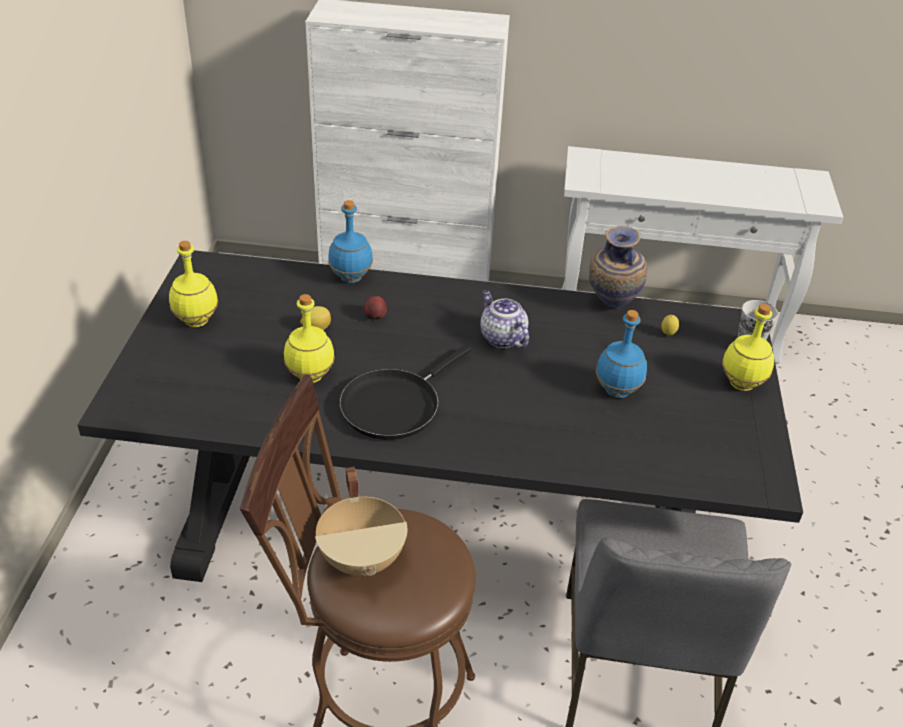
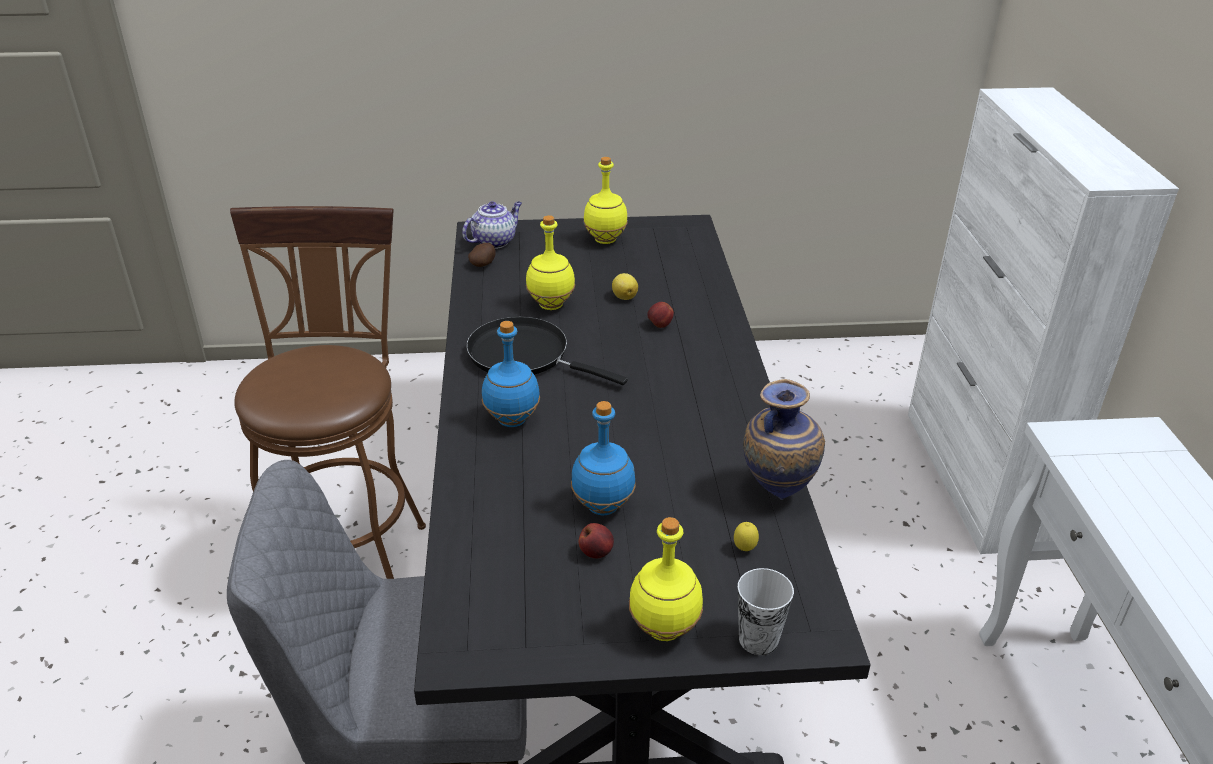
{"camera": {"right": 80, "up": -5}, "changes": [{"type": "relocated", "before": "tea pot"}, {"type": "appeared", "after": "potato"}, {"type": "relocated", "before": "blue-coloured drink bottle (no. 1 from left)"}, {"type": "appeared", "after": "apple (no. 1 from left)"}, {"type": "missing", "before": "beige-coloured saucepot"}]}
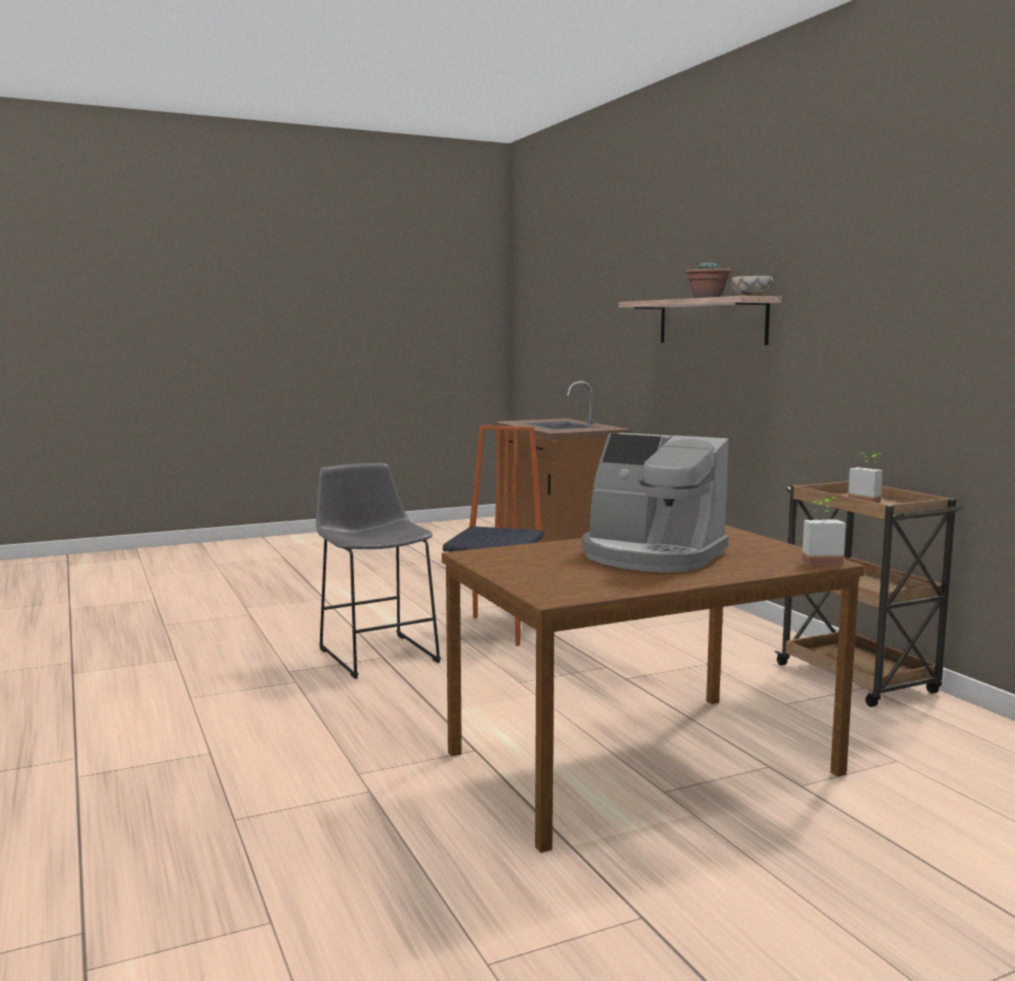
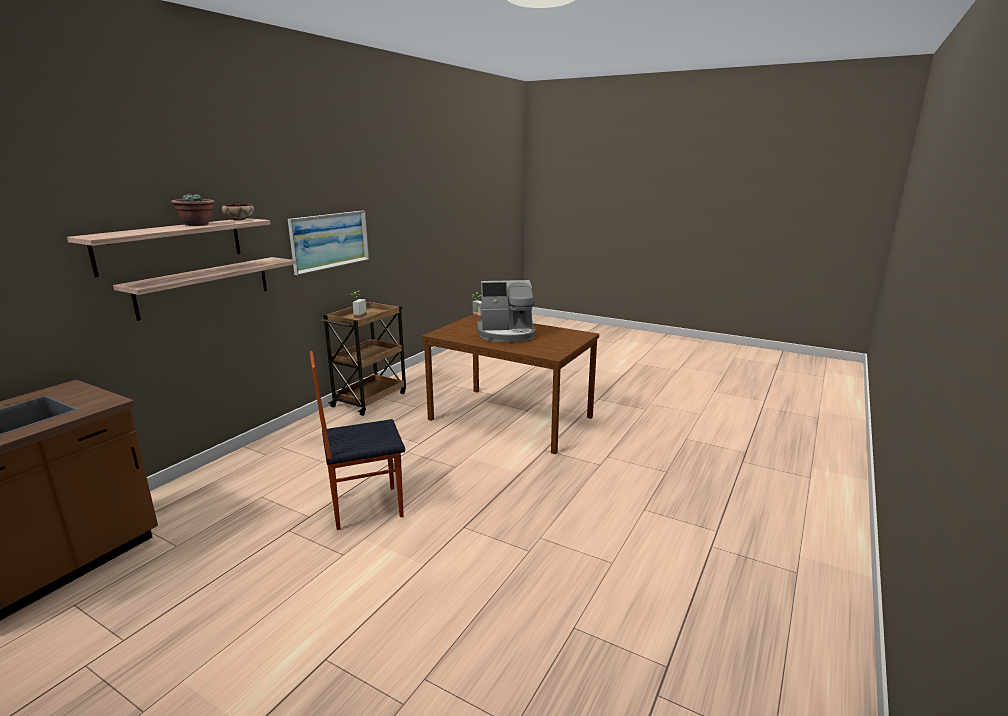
{"camera": {"right": -125, "up": 10}, "changes": [{"type": "appeared", "after": "wall shelf (no. 2 from left)"}, {"type": "appeared", "after": "wall art"}, {"type": "spun", "before": "coffee maker", "turn": 90}, {"type": "missing", "before": "gray sitting stool"}]}
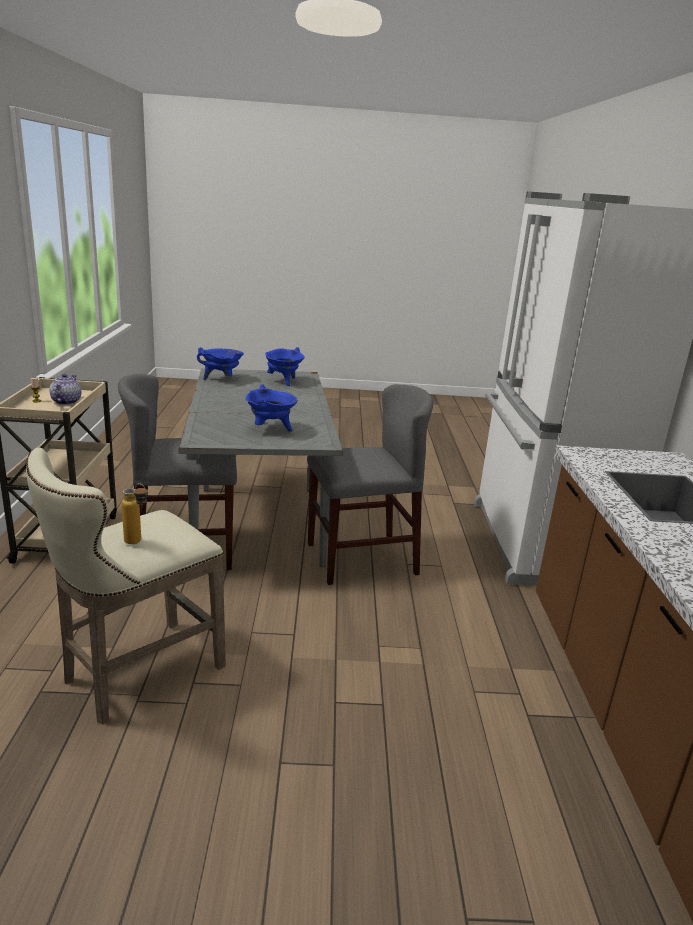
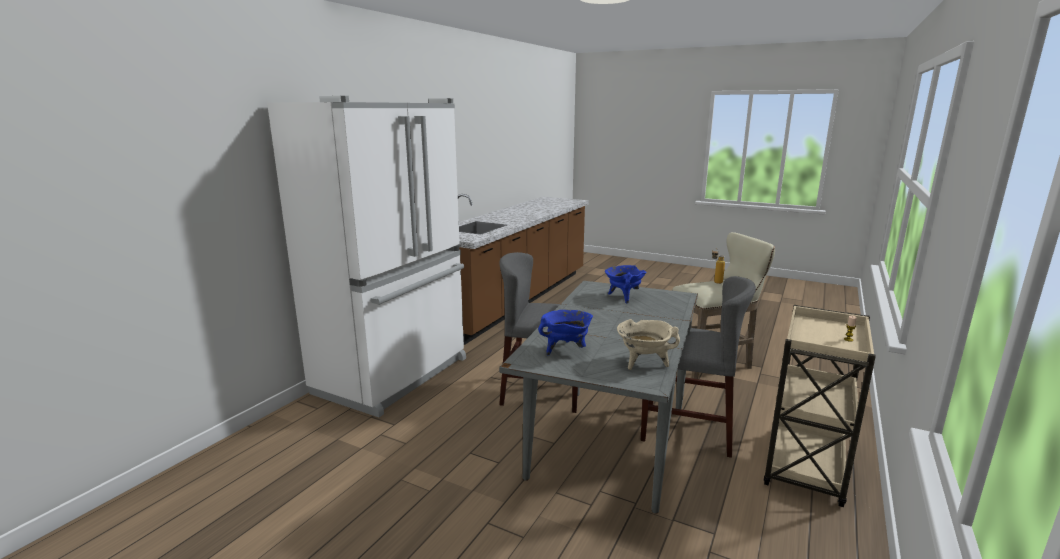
{"camera": {"right": -150, "up": -5}, "changes": [{"type": "colour", "before": "blue-coloured saucepot (no. 1 from left)", "after": "beige-coloured saucepot"}, {"type": "missing", "before": "tea pot"}]}
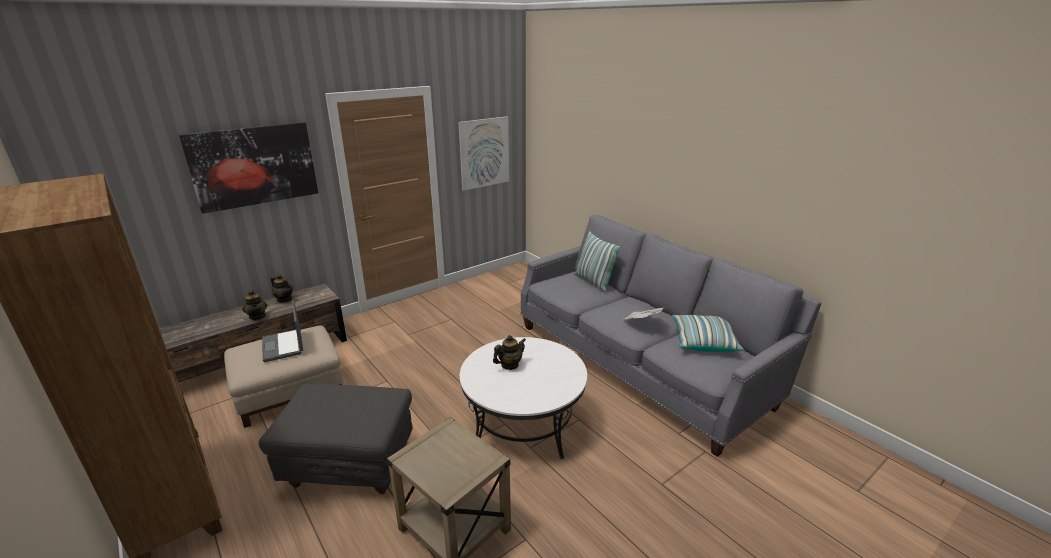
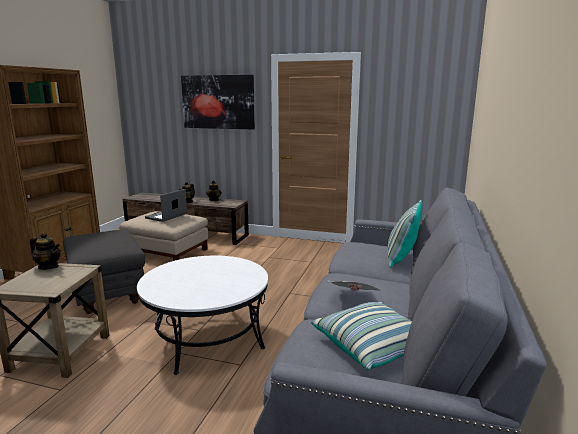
{"camera": {"right": 55, "up": -10}, "changes": [{"type": "relocated", "before": "tea pot (no. 3 from left in the first image)", "after": "tea pot (no. 1 from left)"}, {"type": "missing", "before": "wall art (no. 2 from left)"}]}
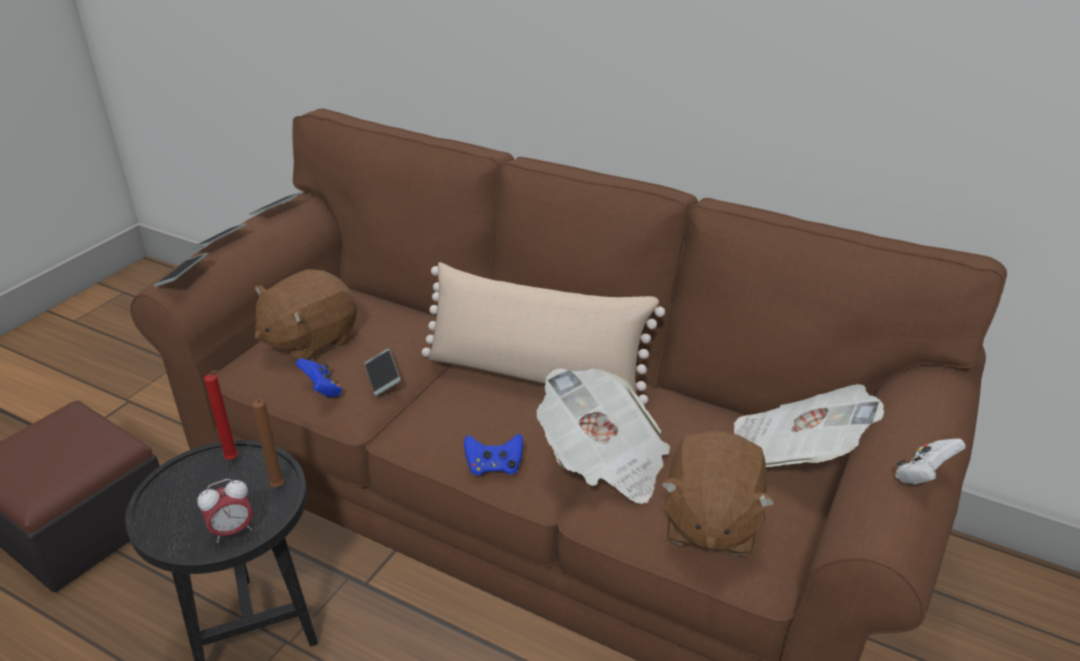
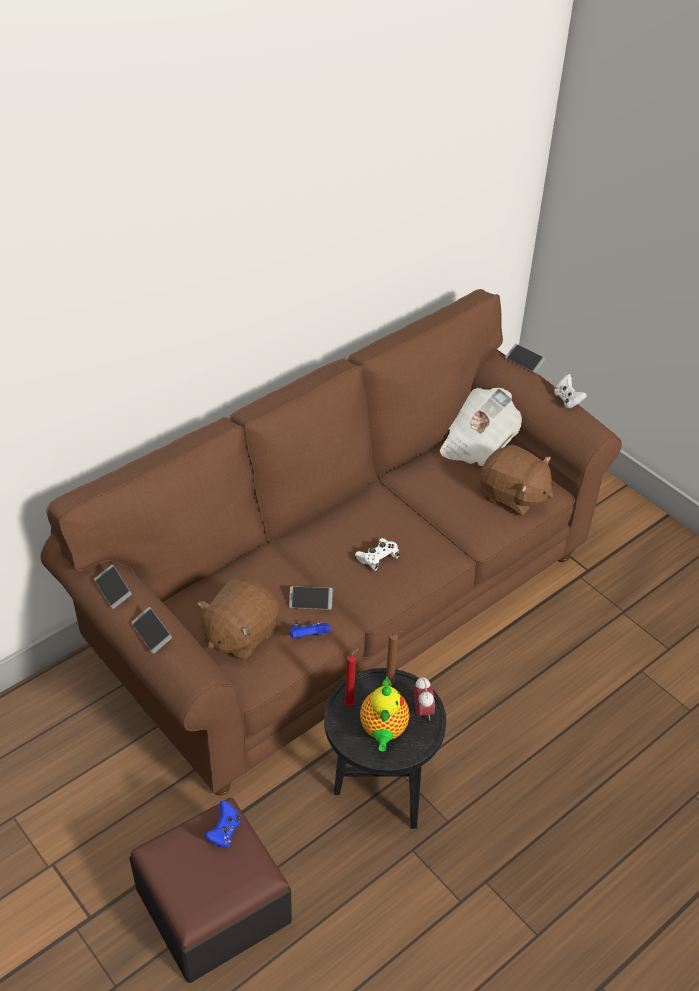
{"camera": {"right": -70, "up": 10}, "changes": [{"type": "spun", "before": "brown-coloured plush toy (no. 1 from left)", "turn": 60}, {"type": "relocated", "before": "blue-coloured game controller (no. 2 from left in the first image)", "after": "blue-coloured game controller (no. 1 from left)"}, {"type": "appeared", "after": "white game controller (no. 1 from left)"}, {"type": "appeared", "after": "tea pot"}, {"type": "relocated", "before": "telephone (no. 1 from left in the first image)", "after": "telephone (no. 4 from left)"}, {"type": "missing", "before": "beige-coloured throw pillow"}, {"type": "missing", "before": "daily paper (no. 1 from left)"}]}
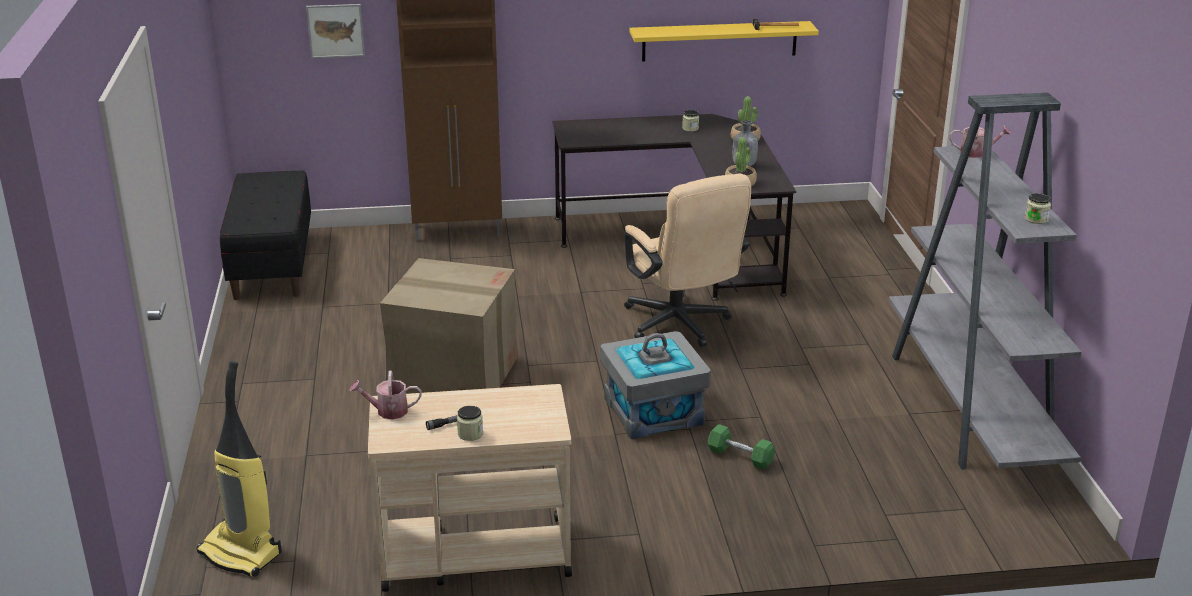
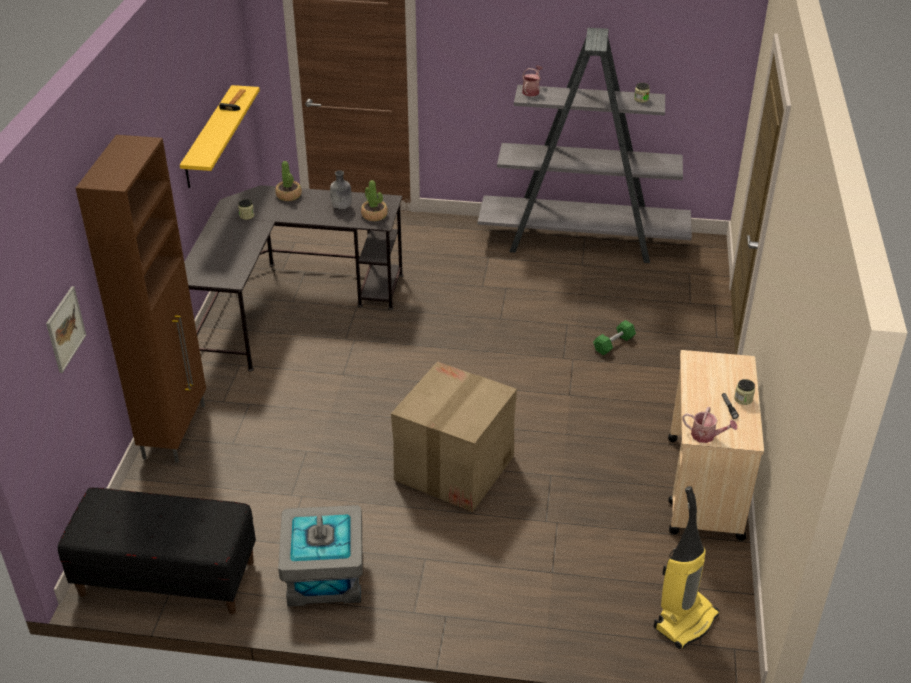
{"camera": {"right": -75, "up": 10}, "changes": [{"type": "relocated", "before": "gray storage bin"}, {"type": "spun", "before": "watering can (no. 1 from left in the first image)", "turn": -75}, {"type": "missing", "before": "beige-coloured computer chair"}]}
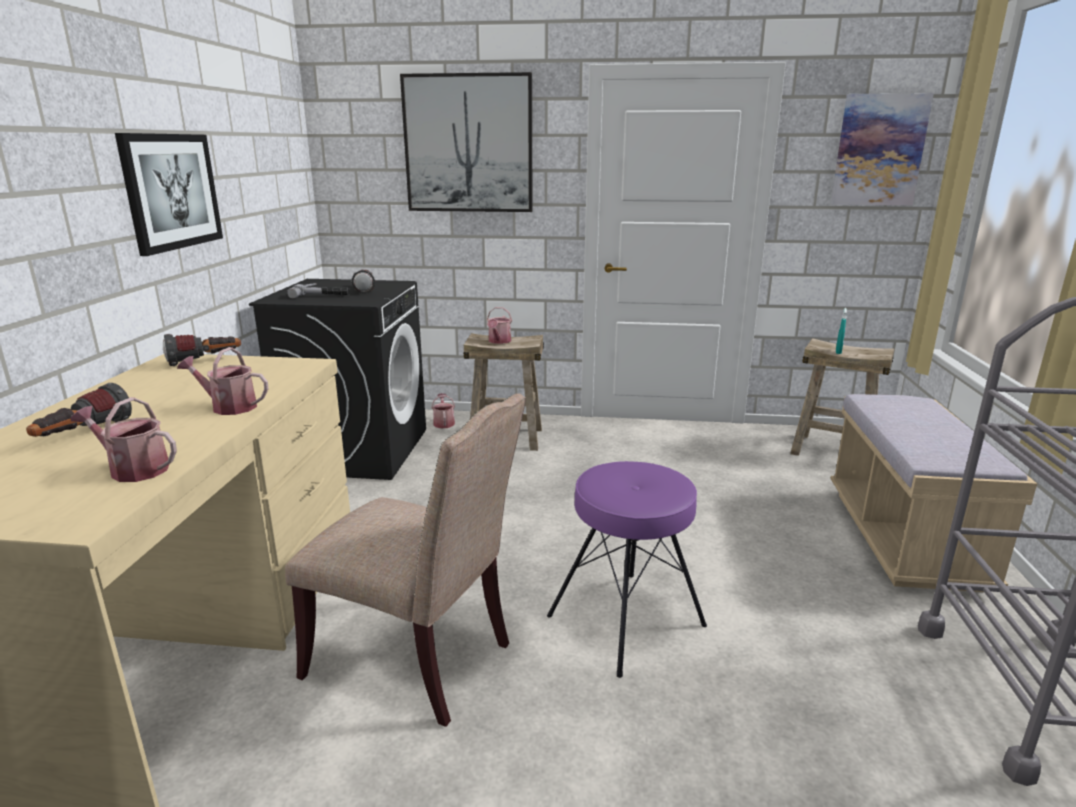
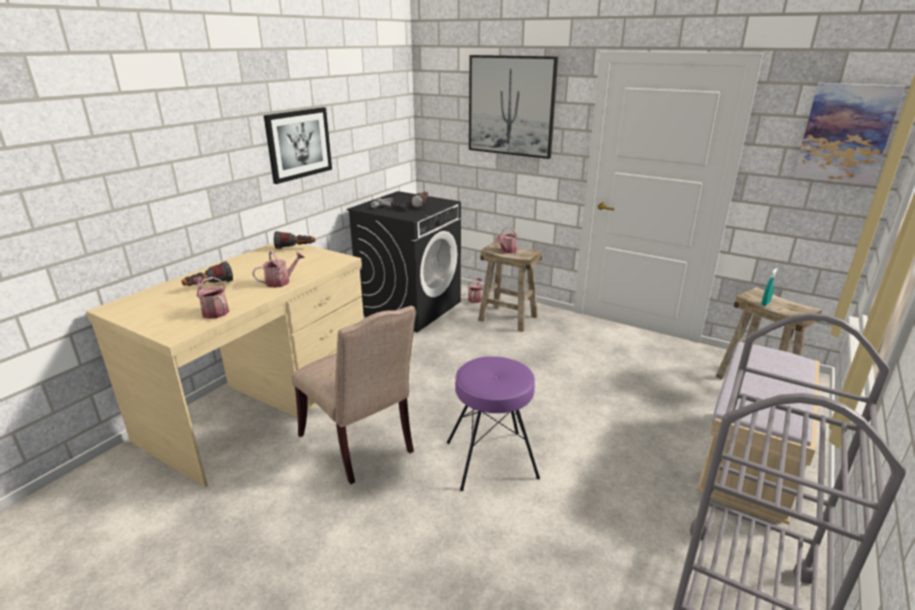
{"camera": {"right": 25, "up": 5}, "changes": [{"type": "spun", "before": "watering can (no. 2 from left)", "turn": 105}]}
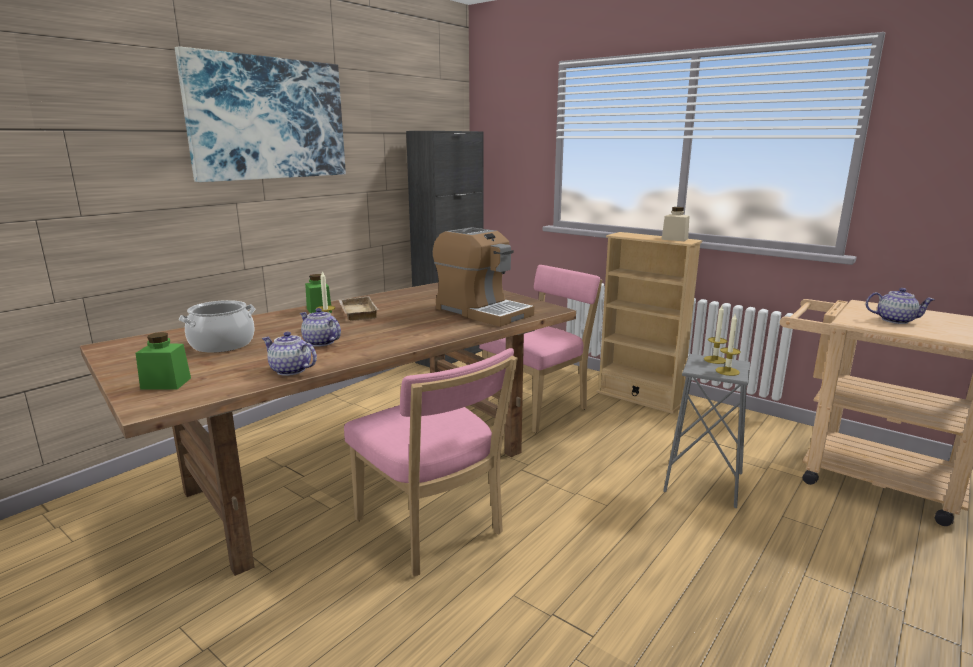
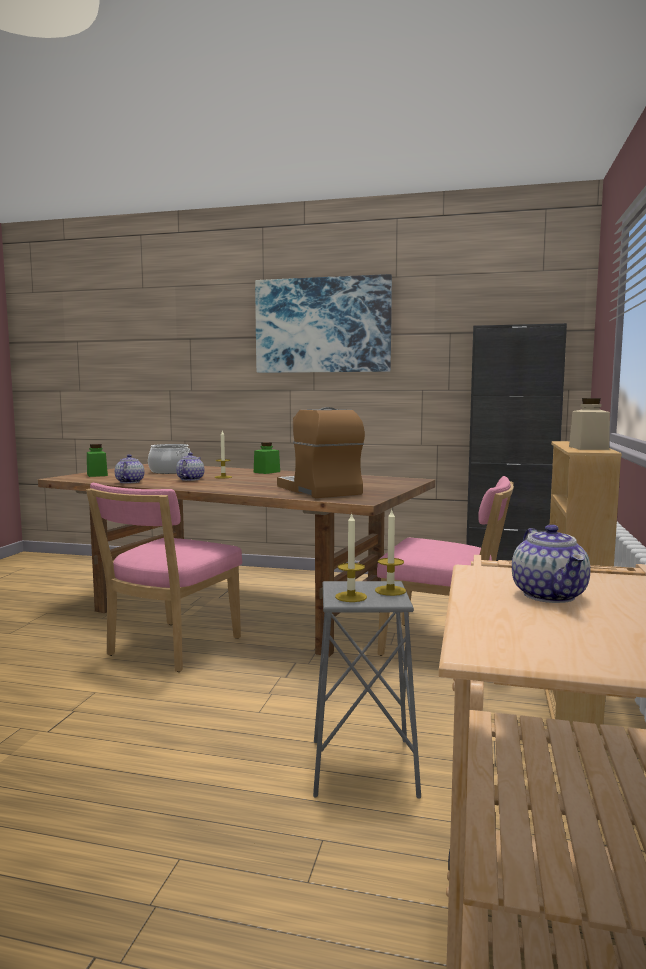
{"camera": {"right": 65, "up": -10}, "changes": [{"type": "spun", "before": "coffee maker", "turn": 135}, {"type": "missing", "before": "beige-coloured carrying tray"}]}
